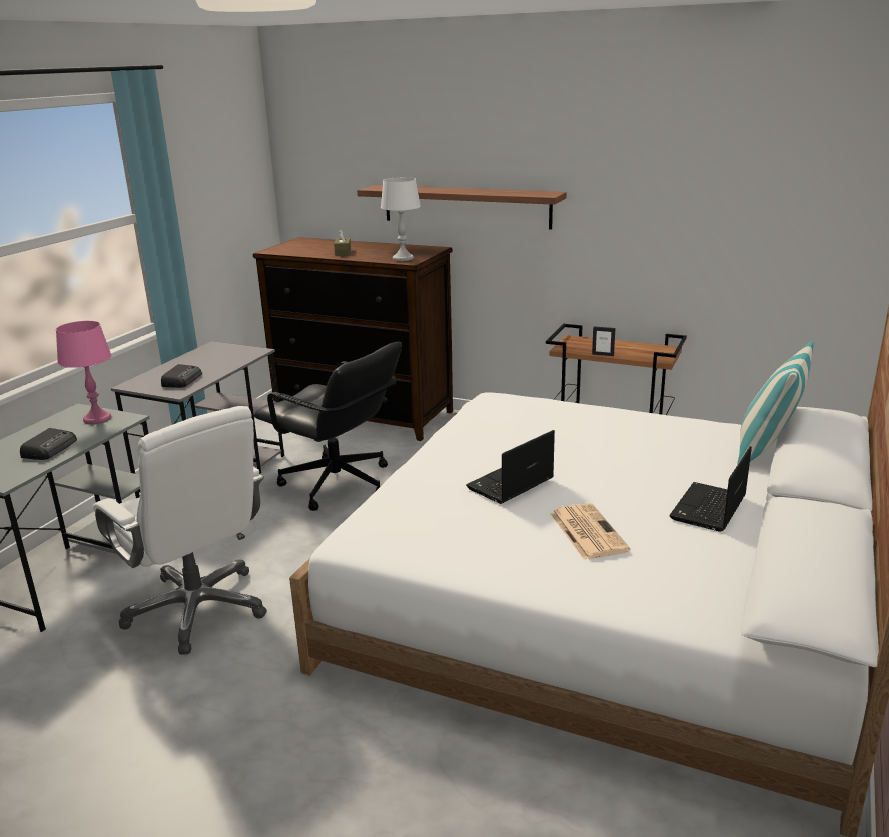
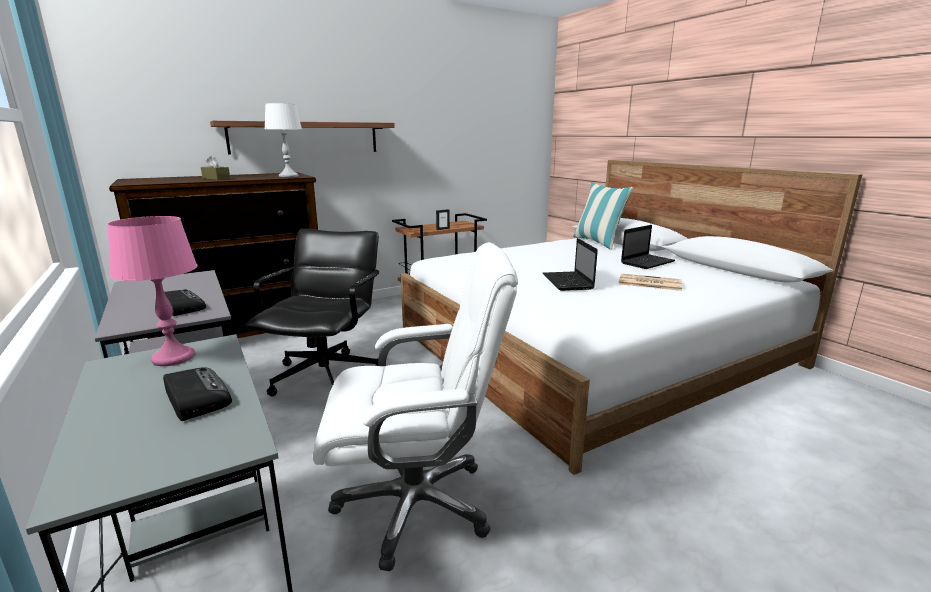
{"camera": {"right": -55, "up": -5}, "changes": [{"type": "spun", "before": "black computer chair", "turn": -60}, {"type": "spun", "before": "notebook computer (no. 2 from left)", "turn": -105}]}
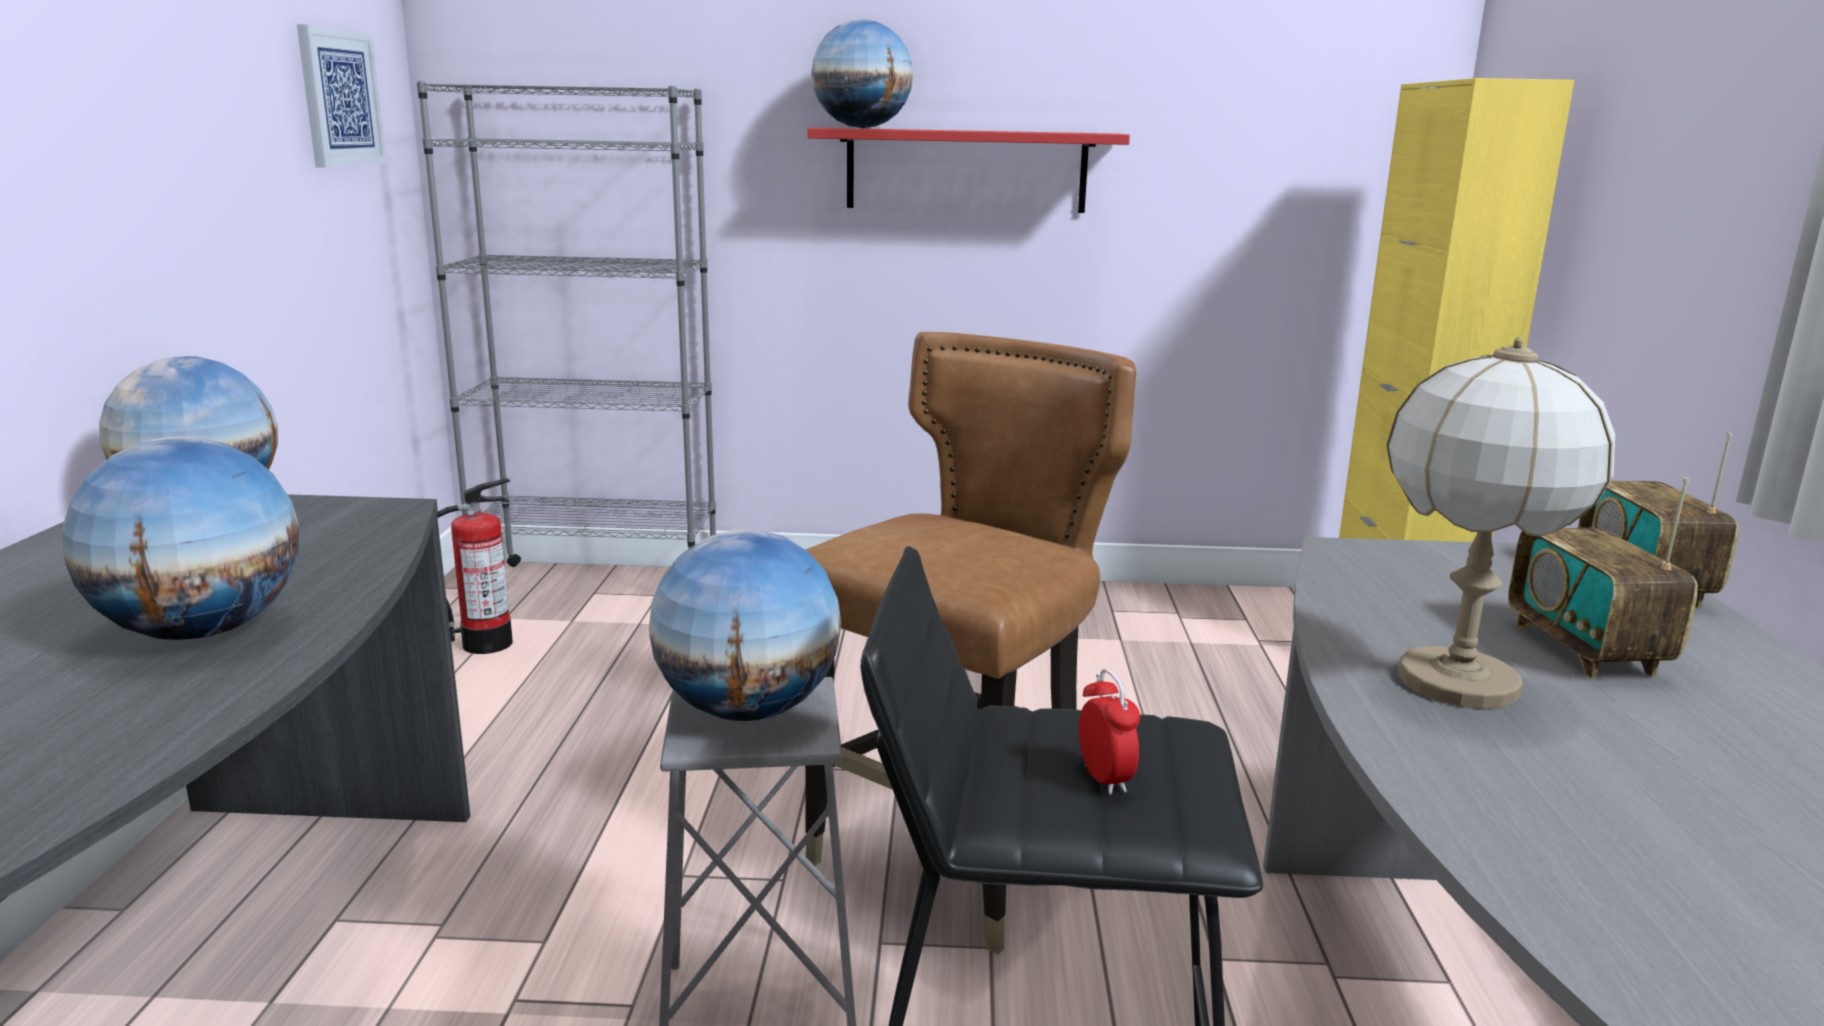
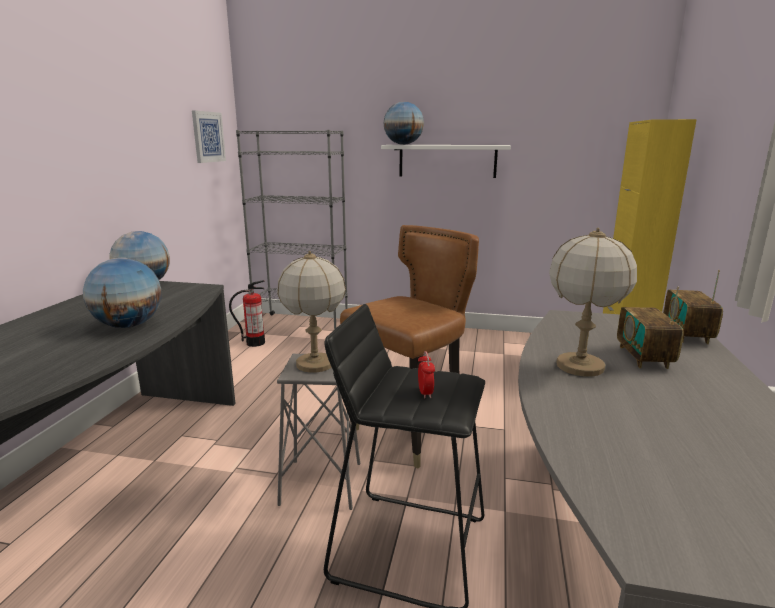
{"camera": {"right": 10, "up": 0}, "changes": [{"type": "exchanged", "before": "world globe (no. 3 from left)", "after": "tabletop lamp (no. 1 from left)"}, {"type": "colour", "before": "red-coloured wall shelf", "after": "white wall shelf"}]}
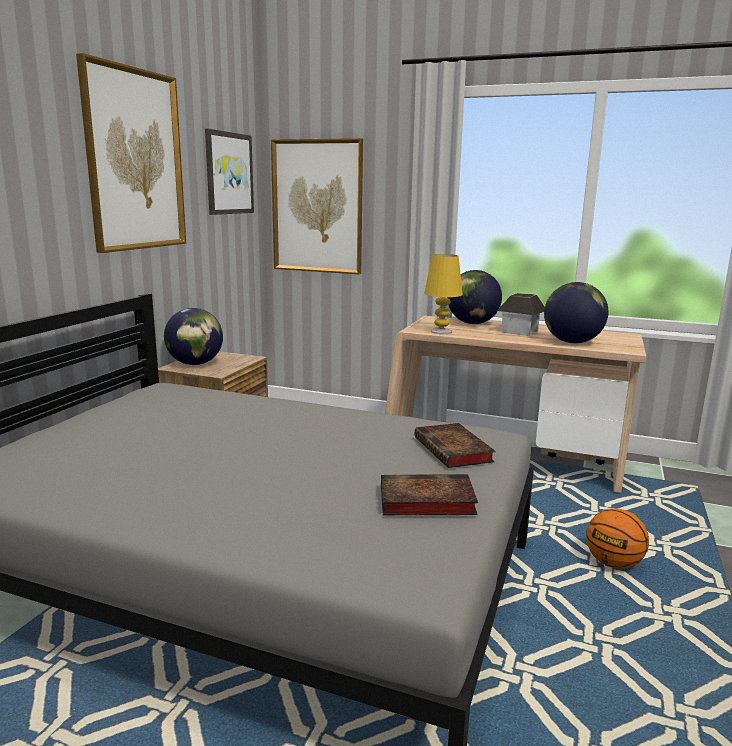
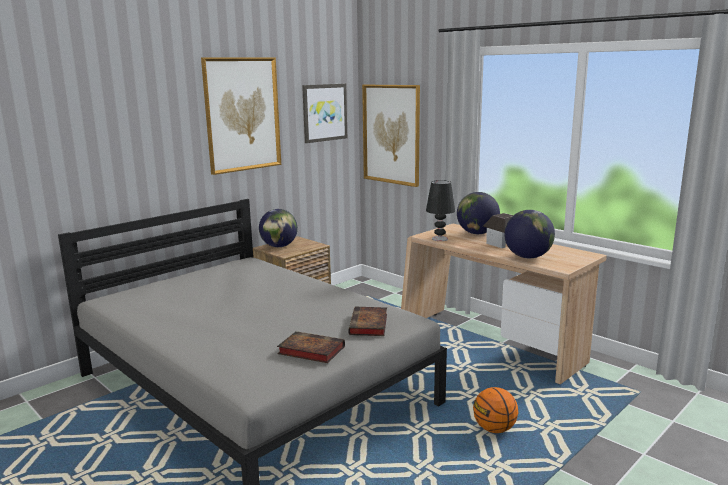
{"camera": {"right": 25, "up": 0}, "changes": [{"type": "colour", "before": "yellowish tabletop lamp", "after": "black tabletop lamp"}]}
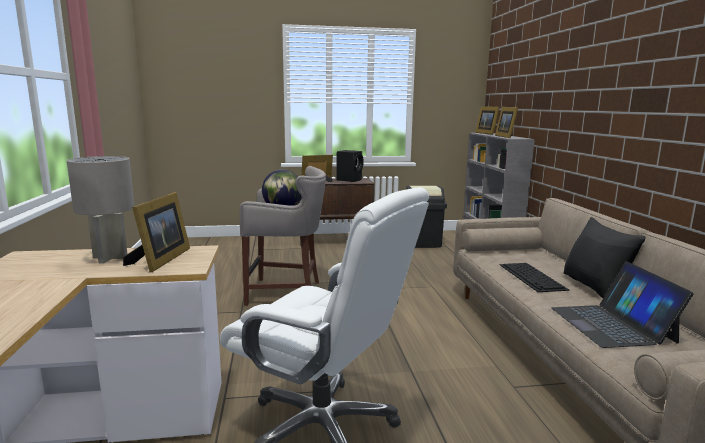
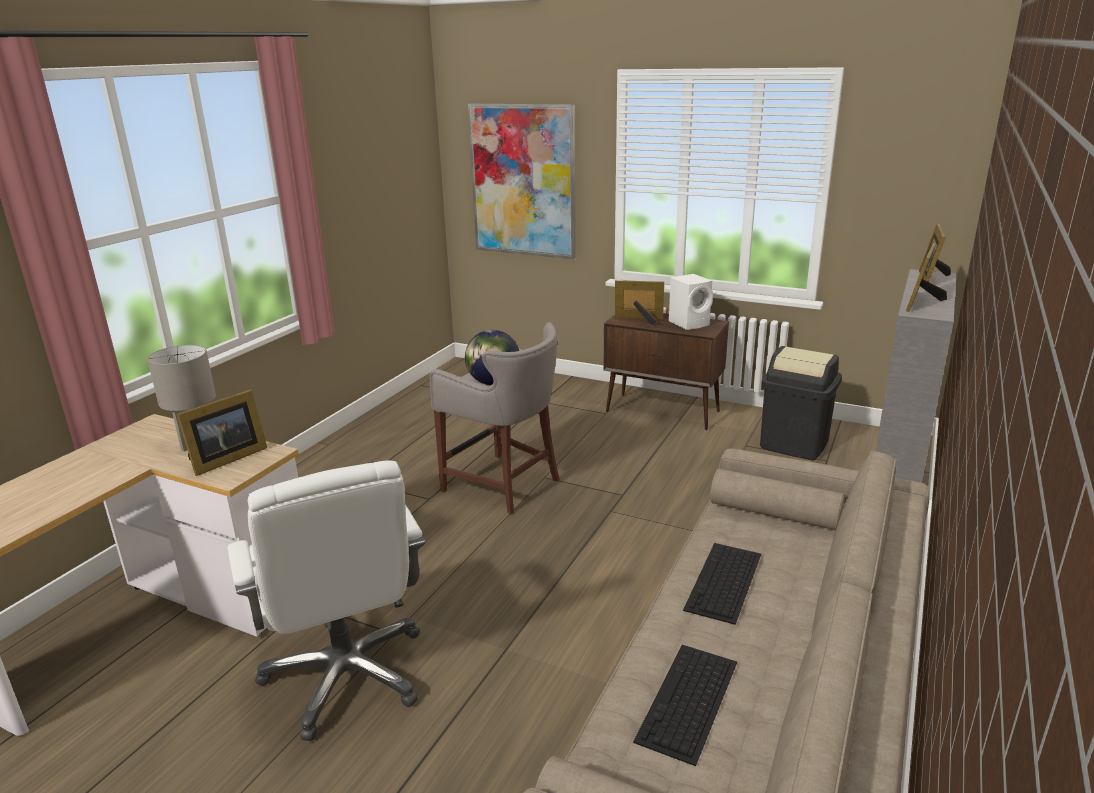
{"camera": {"right": 35, "up": 10}, "changes": [{"type": "appeared", "after": "wall art"}, {"type": "exchanged", "before": "notebook computer", "after": "PC keyboard (no. 1 from left)"}, {"type": "colour", "before": "black speaker", "after": "white speaker"}, {"type": "missing", "before": "black throw pillow"}]}
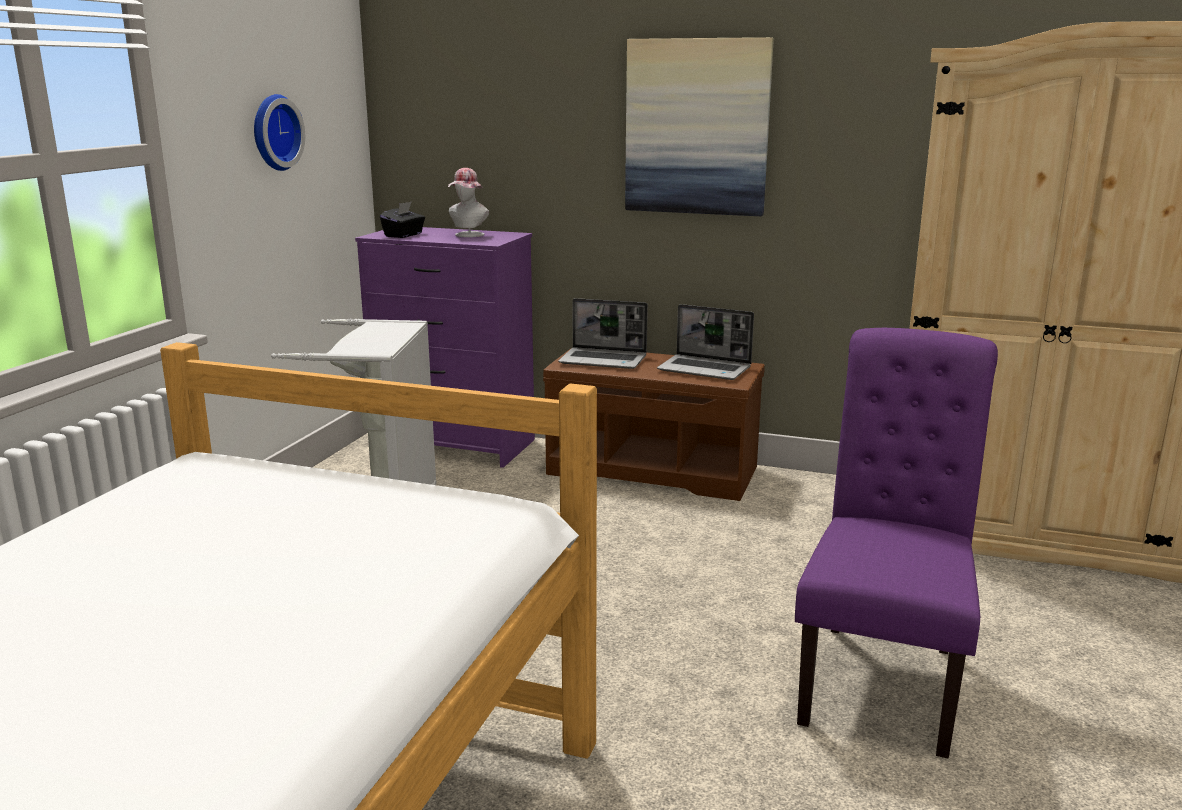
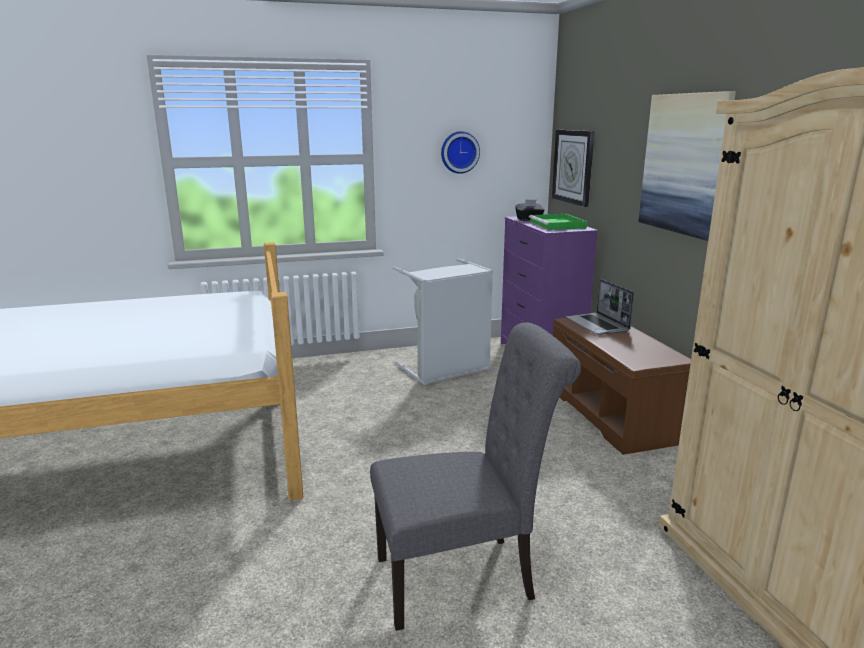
{"camera": {"right": 55, "up": 0}, "changes": [{"type": "colour", "before": "purple chair", "after": "gray chair"}, {"type": "exchanged", "before": "clothing hat", "after": "greenish carrying tray"}, {"type": "appeared", "after": "hanging clock (no. 2 from left)"}, {"type": "missing", "before": "notebook computer (no. 2 from left)"}]}
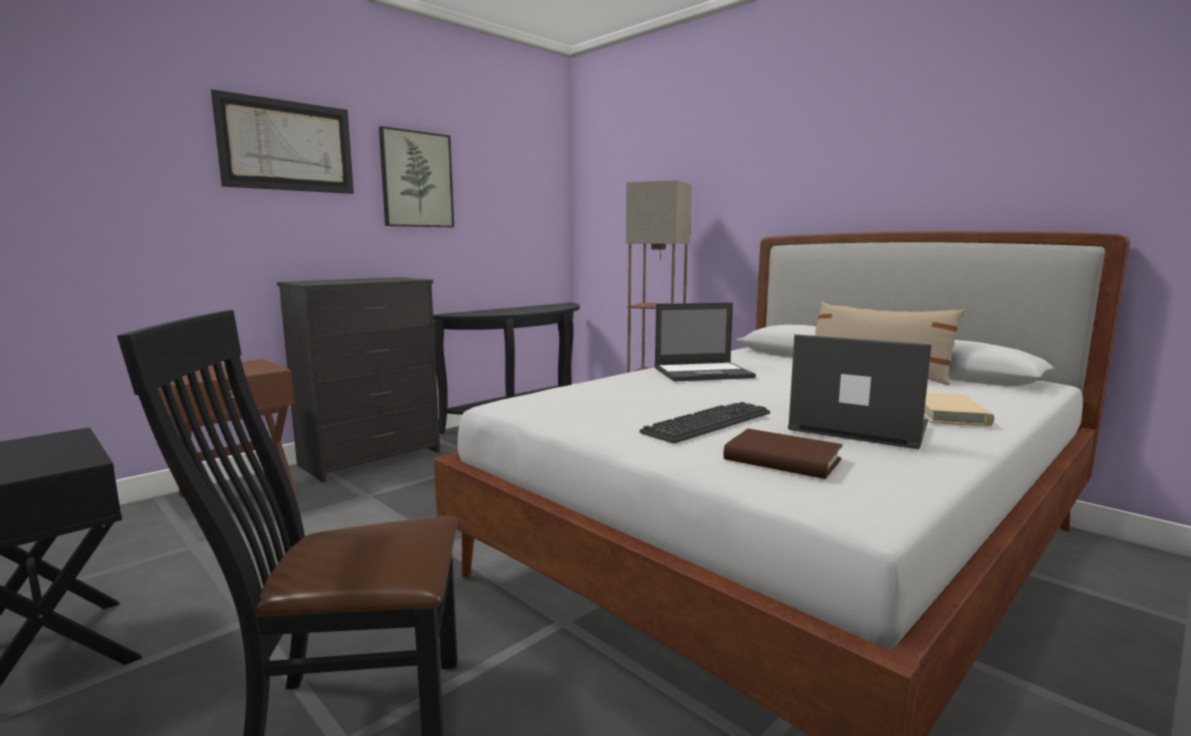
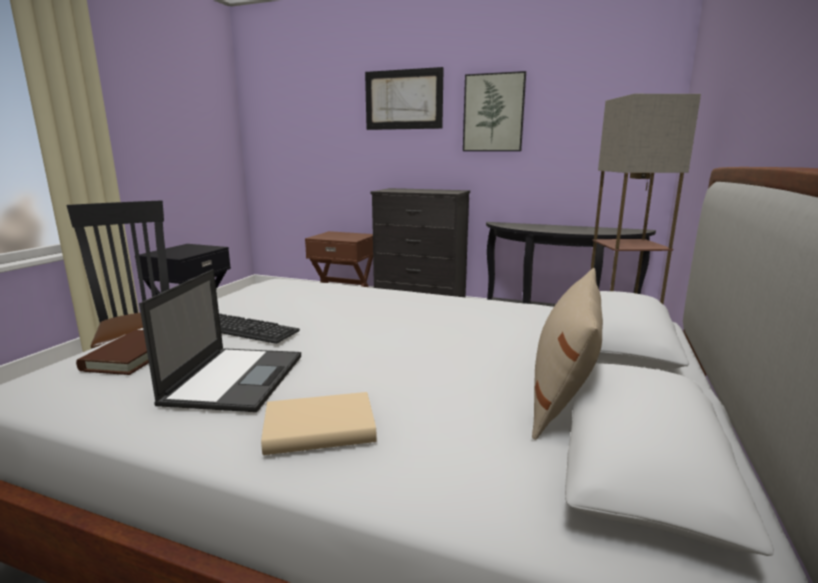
{"camera": {"right": 65, "up": 5}, "changes": [{"type": "missing", "before": "notebook computer (no. 1 from left)"}]}
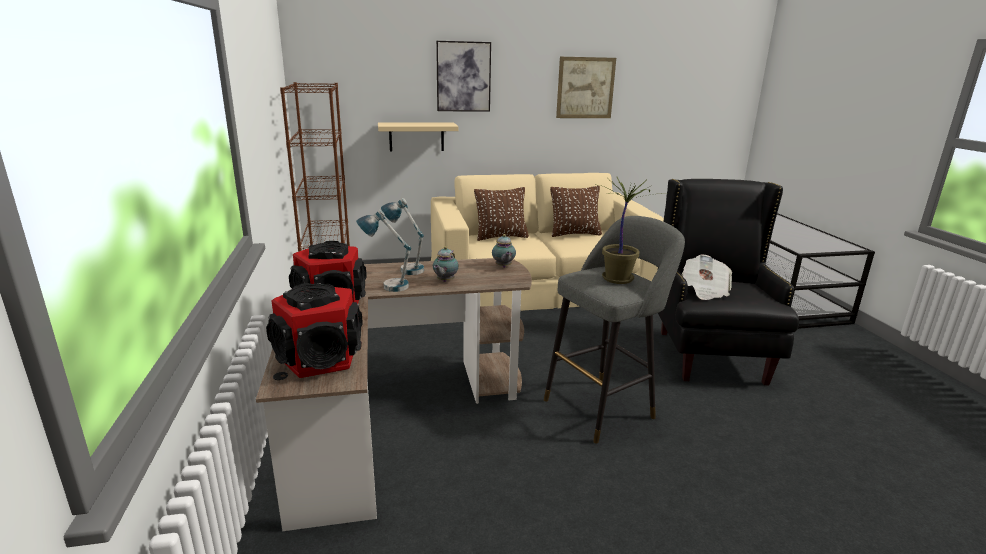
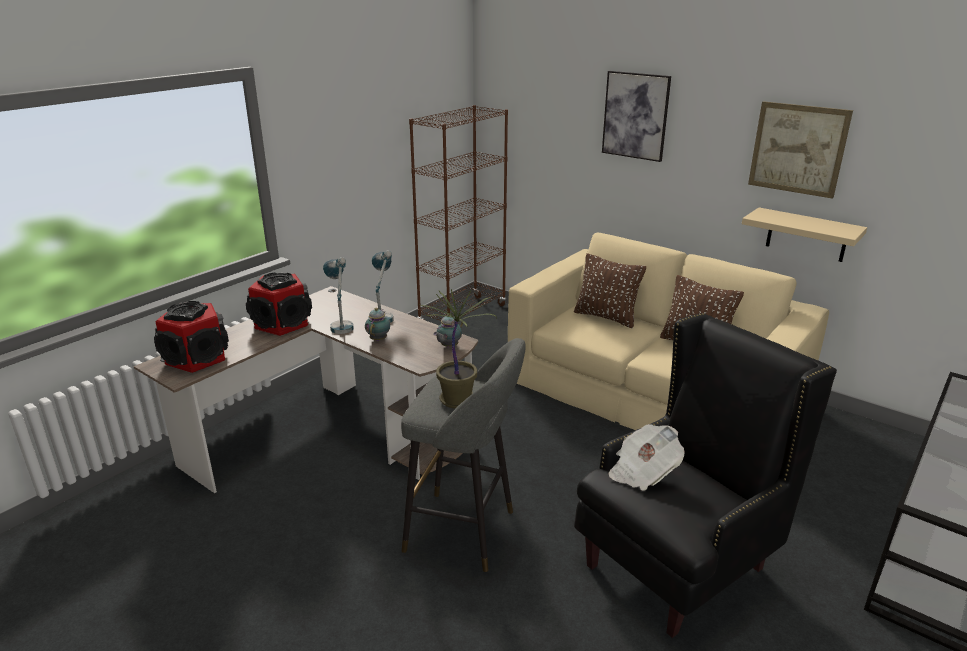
{"camera": {"right": 50, "up": 5}, "changes": [{"type": "spun", "before": "tea pot (no. 1 from left)", "turn": 120}, {"type": "relocated", "before": "beige-coloured wall shelf"}]}
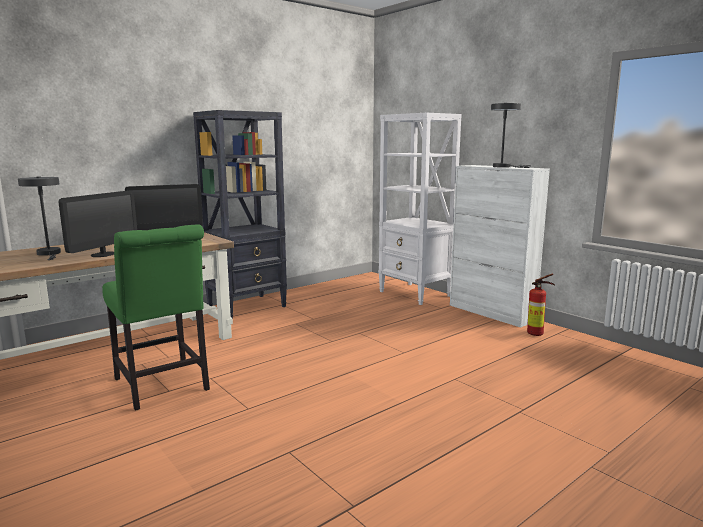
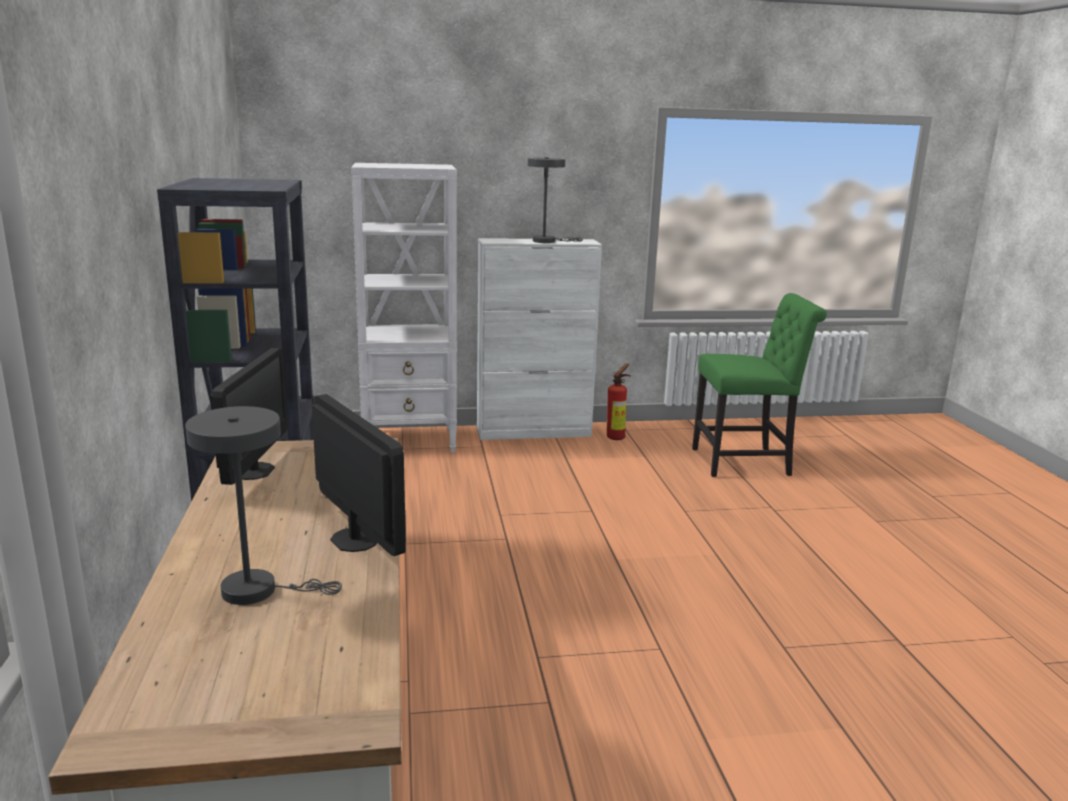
{"camera": {"right": -60, "up": 5}, "changes": [{"type": "relocated", "before": "greenish chair"}]}
